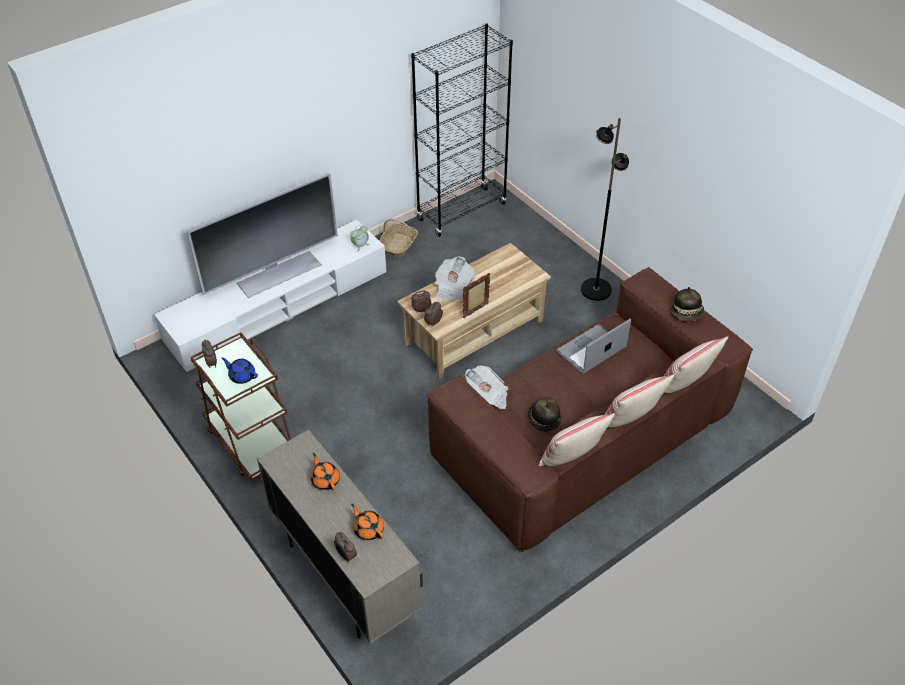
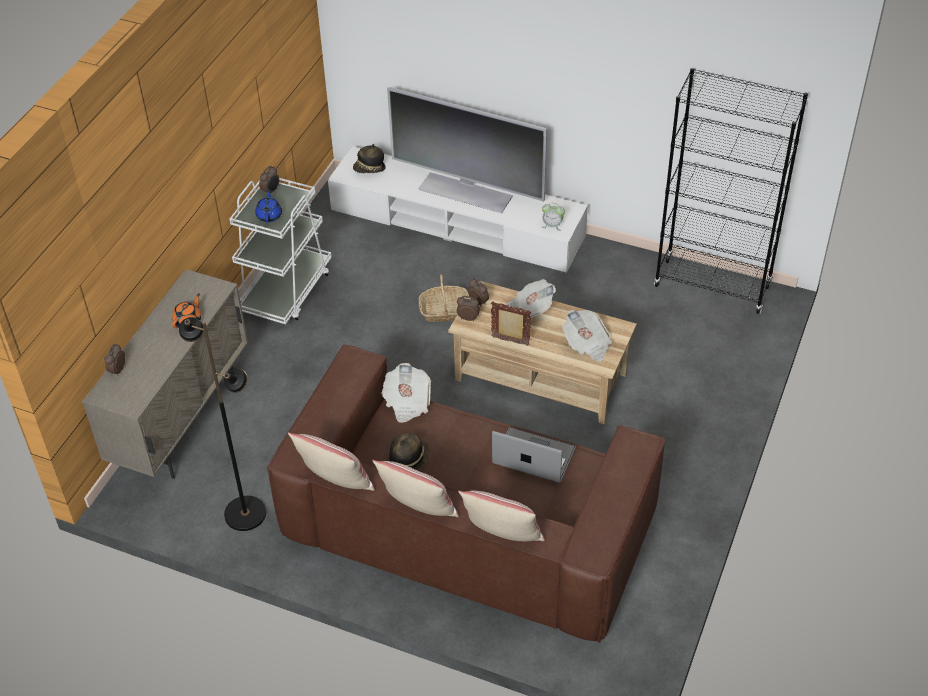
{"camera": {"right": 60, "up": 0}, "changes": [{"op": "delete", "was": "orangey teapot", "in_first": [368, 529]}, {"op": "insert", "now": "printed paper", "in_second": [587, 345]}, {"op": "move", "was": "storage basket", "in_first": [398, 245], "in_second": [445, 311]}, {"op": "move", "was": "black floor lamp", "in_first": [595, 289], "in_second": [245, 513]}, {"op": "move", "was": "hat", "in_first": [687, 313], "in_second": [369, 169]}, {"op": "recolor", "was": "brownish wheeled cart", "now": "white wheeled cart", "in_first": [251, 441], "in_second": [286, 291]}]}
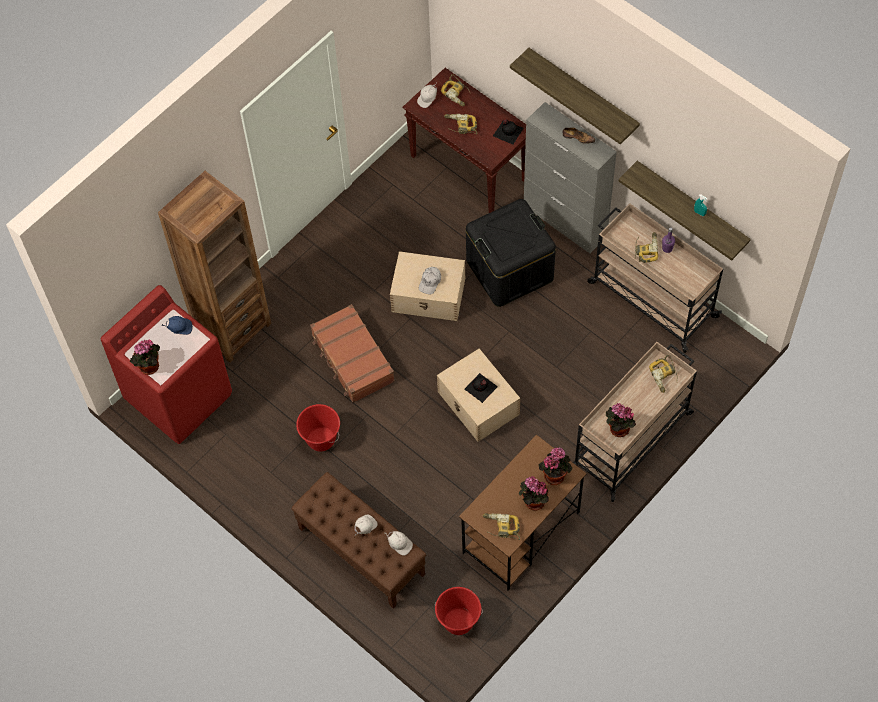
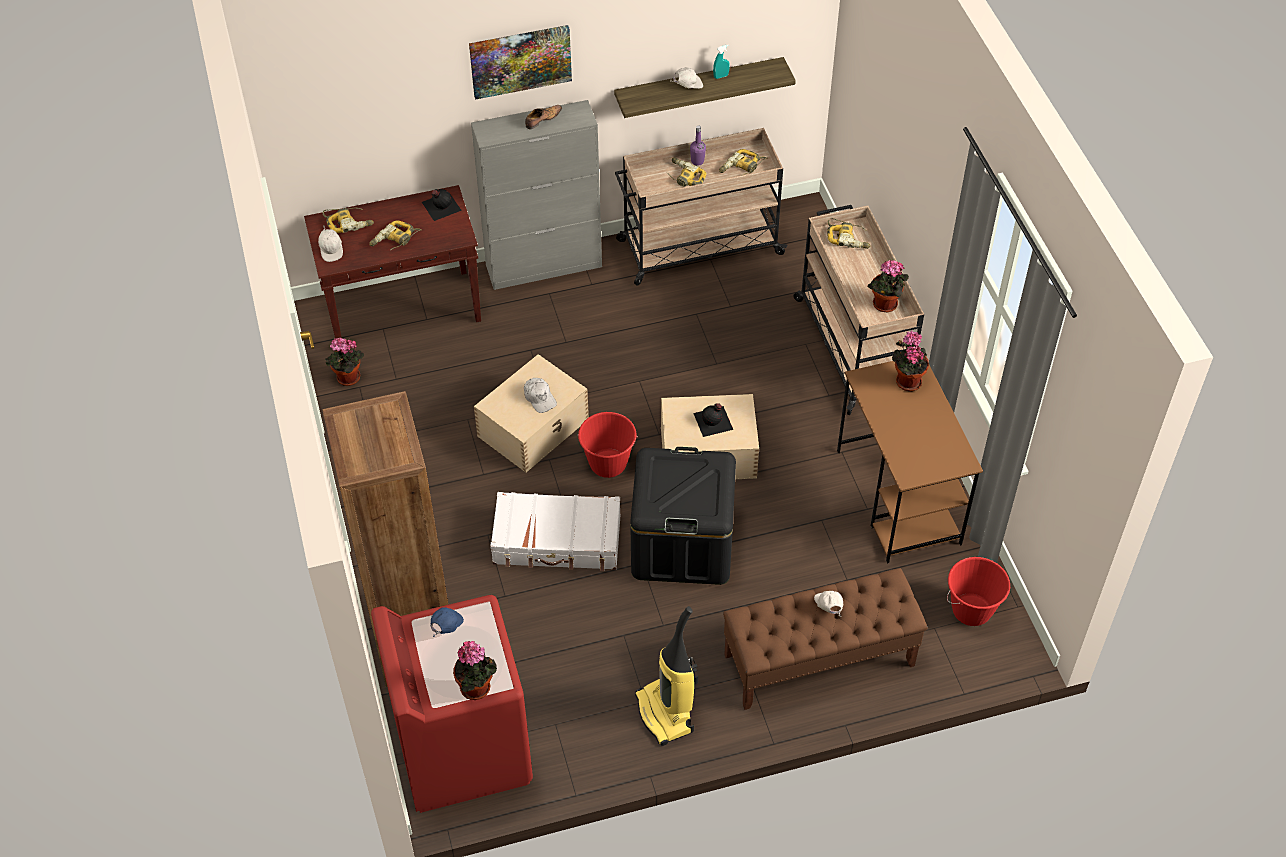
{"camera": {"right": -60, "up": -10}, "changes": [{"op": "insert", "now": "vacuum cleaner", "in_second": [666, 713]}, {"op": "move", "was": "red-coloured pail", "in_first": [321, 439], "in_second": [608, 464]}, {"op": "move", "was": "white baseball cap", "in_first": [399, 544], "in_second": [687, 85]}, {"op": "move", "was": "black storage box", "in_first": [509, 270], "in_second": [682, 543]}, {"op": "move", "was": "power drill", "in_first": [501, 528], "in_second": [742, 168]}, {"op": "move", "was": "plant in a pot", "in_first": [532, 502], "in_second": [347, 379]}, {"op": "replace", "was": "wall shelf", "now": "picture", "in_first": [582, 93], "in_second": [520, 60]}, {"op": "recolor", "was": "brownish suitcase", "now": "white suitcase", "in_first": [352, 359], "in_second": [557, 541]}]}
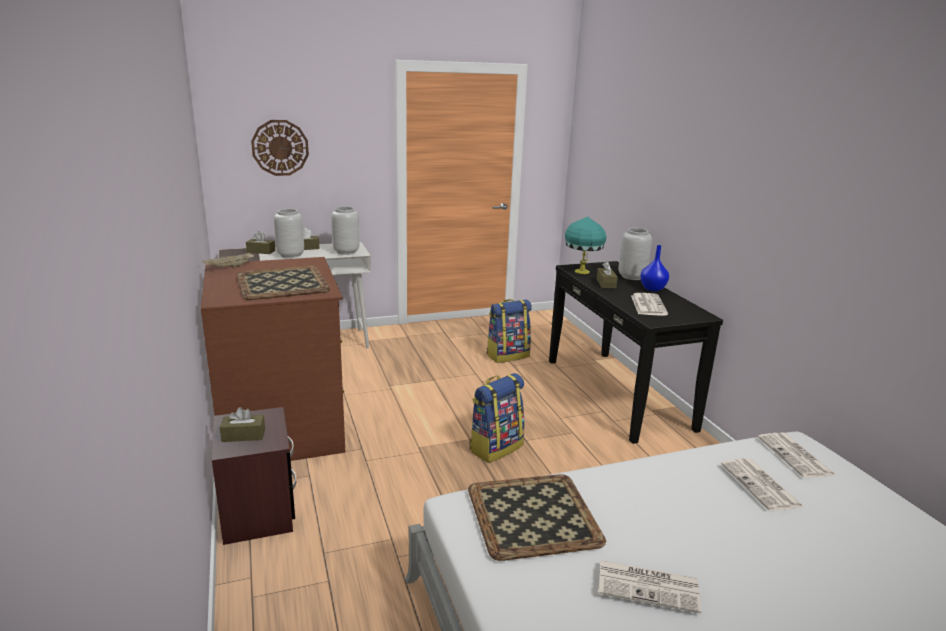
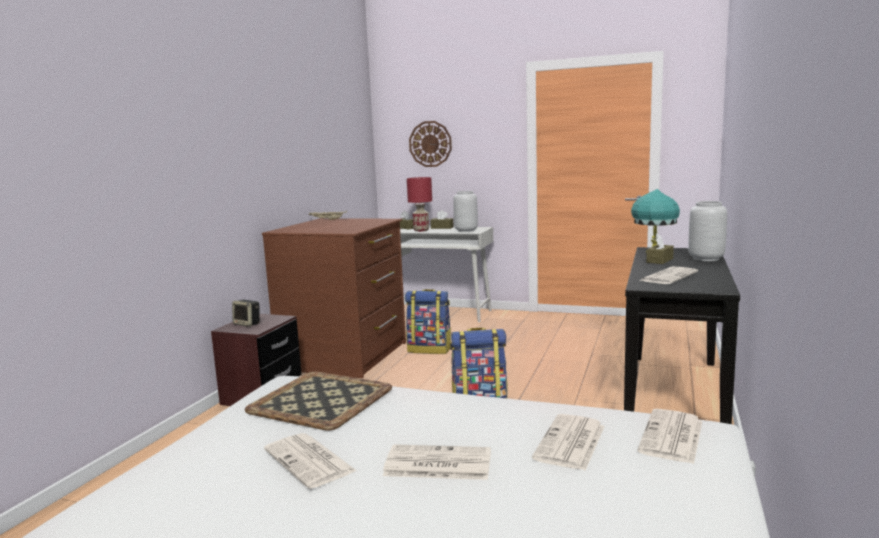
{"camera": {"right": 40, "up": -10}, "changes": [{"op": "delete", "was": "serving tray", "in_first": [281, 283]}, {"op": "delete", "was": "blue-coloured flower vase", "in_first": [652, 288]}, {"op": "insert", "now": "printed paper", "in_second": [436, 464]}, {"op": "move", "was": "backpack", "in_first": [507, 355], "in_second": [430, 349]}, {"op": "replace", "was": "brownish tissue box", "now": "loudspeaker", "in_first": [243, 435], "in_second": [247, 324]}, {"op": "replace", "was": "gray flower vase", "now": "red-coloured tabletop lamp", "in_first": [291, 255], "in_second": [421, 230]}]}
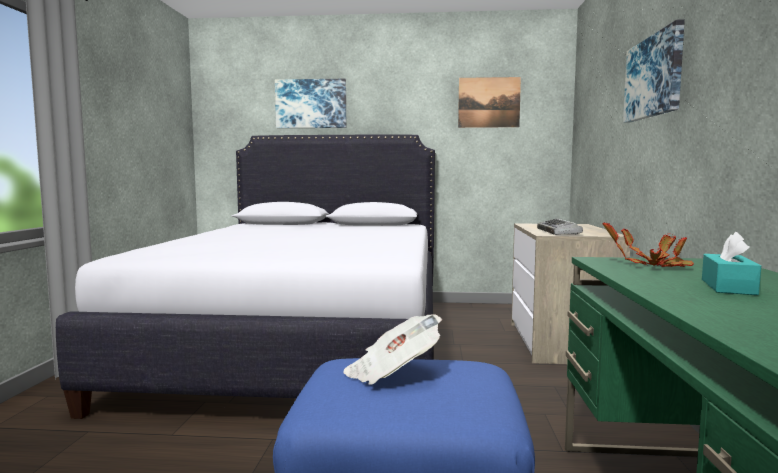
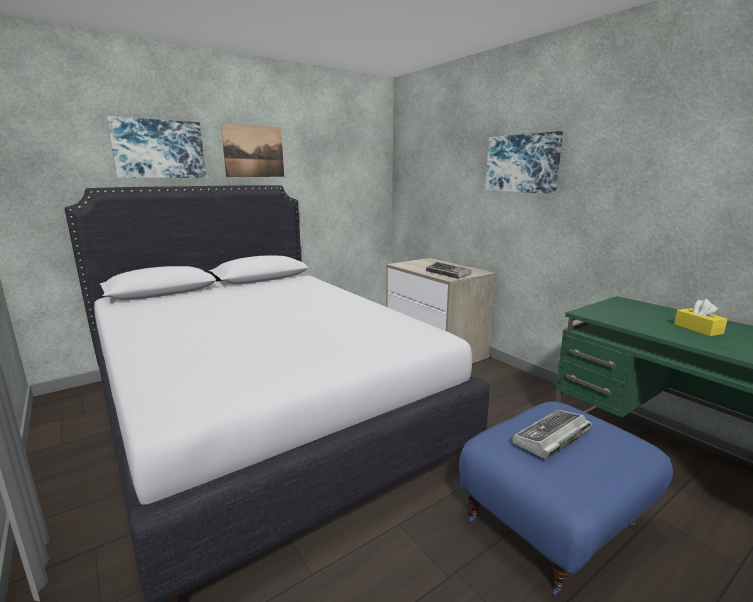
{"camera": {"right": -40, "up": 10}, "changes": [{"op": "delete", "was": "plant in a pot", "in_first": [653, 265]}, {"op": "move", "was": "picture", "in_first": [489, 102], "in_second": [254, 151]}, {"op": "replace", "was": "printed paper", "now": "keyboard", "in_first": [392, 373], "in_second": [551, 438]}, {"op": "recolor", "was": "turquoise tissue box", "now": "yellow tissue box", "in_first": [728, 287], "in_second": [698, 329]}]}
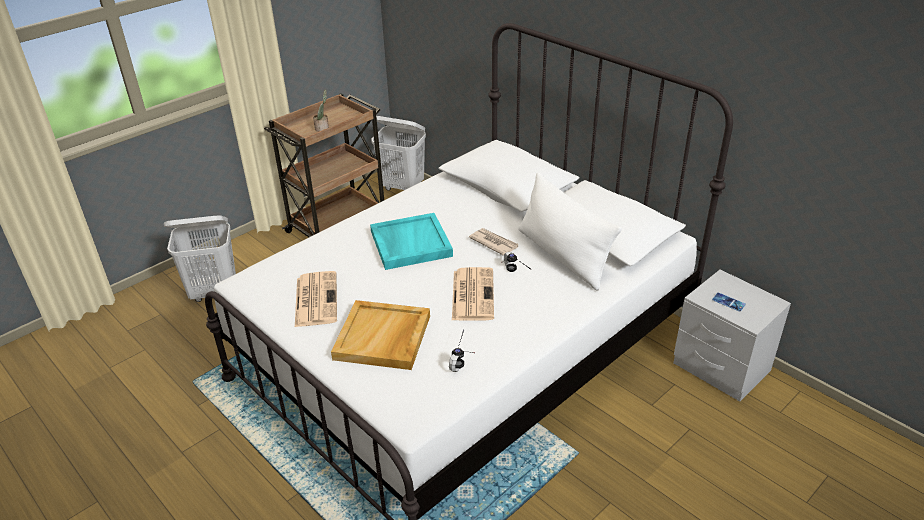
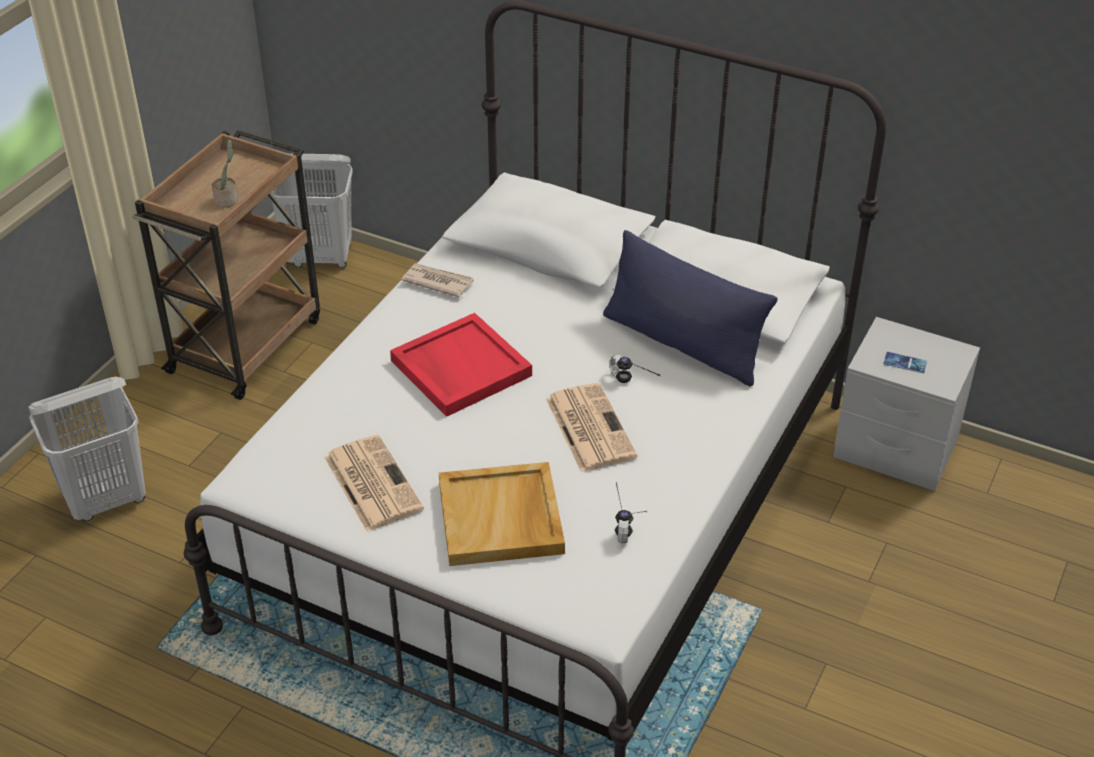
{"camera": {"right": -20, "up": 5}, "changes": [{"op": "move", "was": "printed paper", "in_first": [493, 243], "in_second": [437, 282]}, {"op": "recolor", "was": "turquoise serving tray", "now": "red-coloured serving tray", "in_first": [410, 243], "in_second": [459, 368]}, {"op": "recolor", "was": "white cushion", "now": "blue-coloured cushion", "in_first": [563, 256], "in_second": [682, 344]}]}
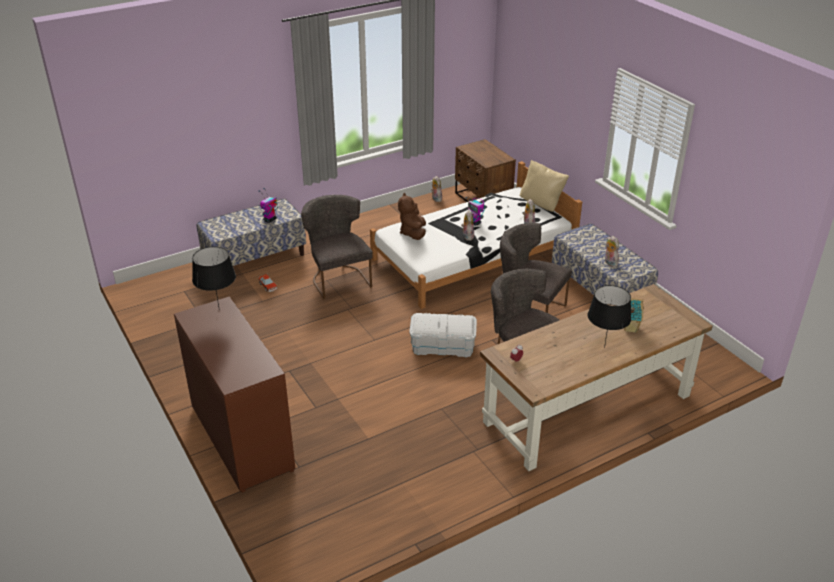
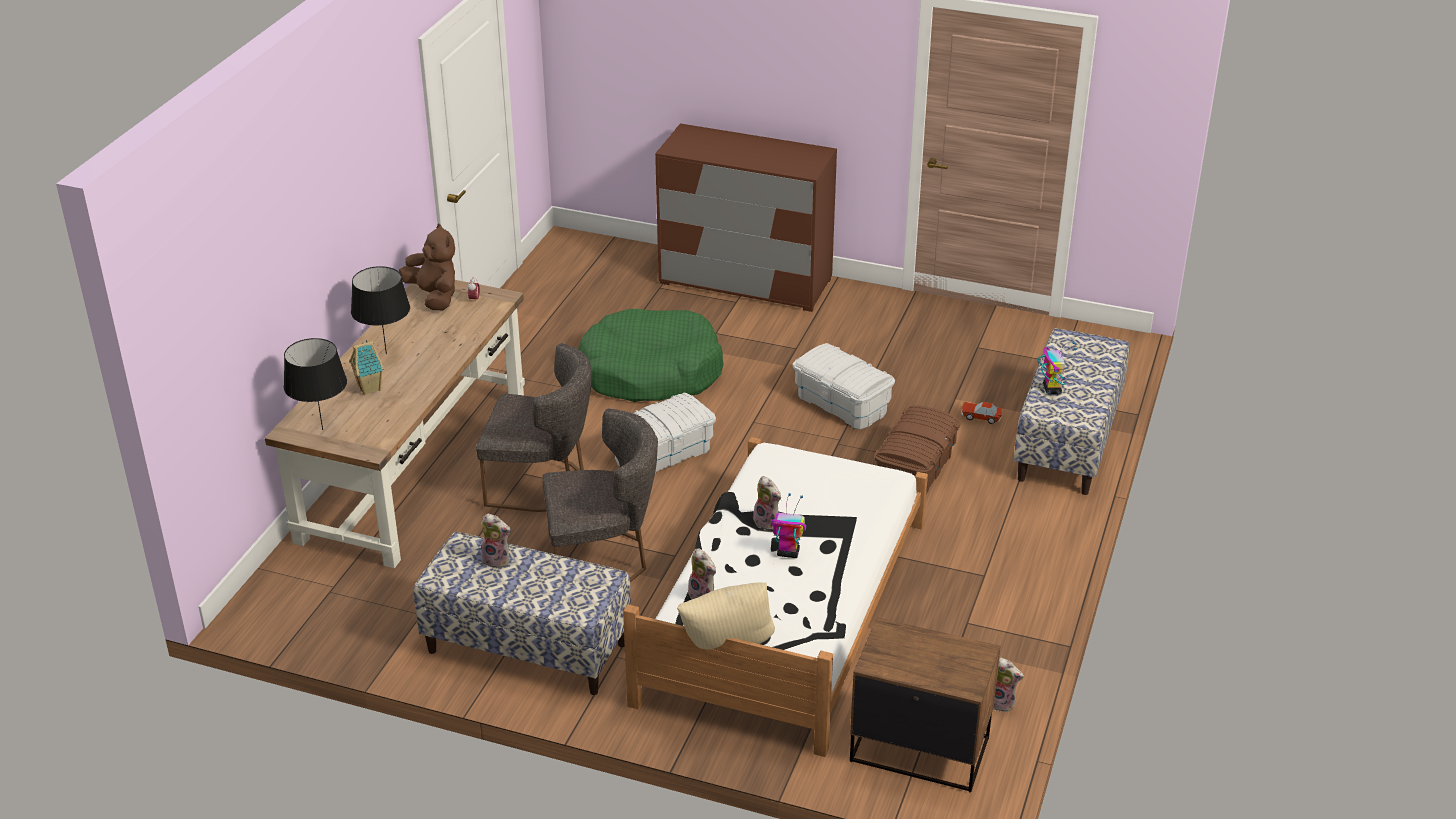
{"camera": {"right": 140, "up": 0}, "changes": [{"op": "insert", "now": "green-coloured dog bed", "in_second": [650, 372]}, {"op": "insert", "now": "white storage box", "in_second": [842, 404]}, {"op": "move", "was": "black tabletop lamp", "in_first": [219, 309], "in_second": [323, 429]}, {"op": "move", "was": "brownish plush toy", "in_first": [413, 233], "in_second": [434, 297]}, {"op": "replace", "was": "gray plain chair", "now": "brownish storage box", "in_first": [338, 279], "in_second": [915, 471]}]}
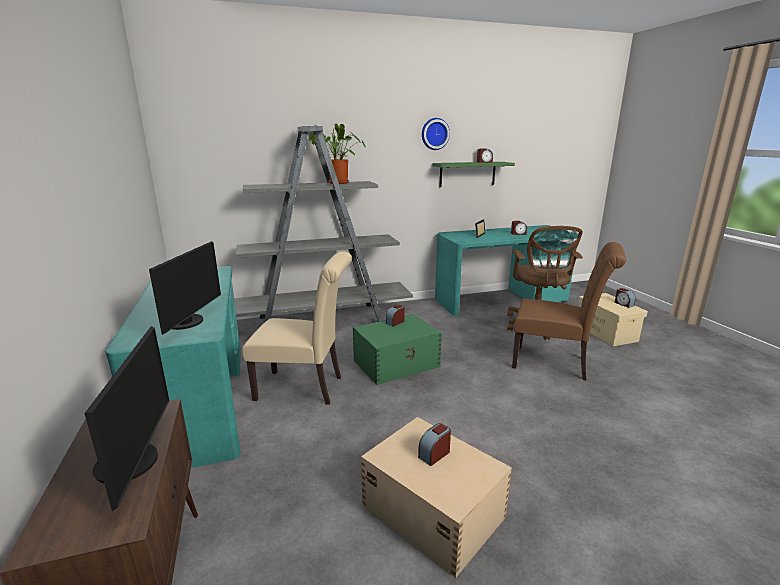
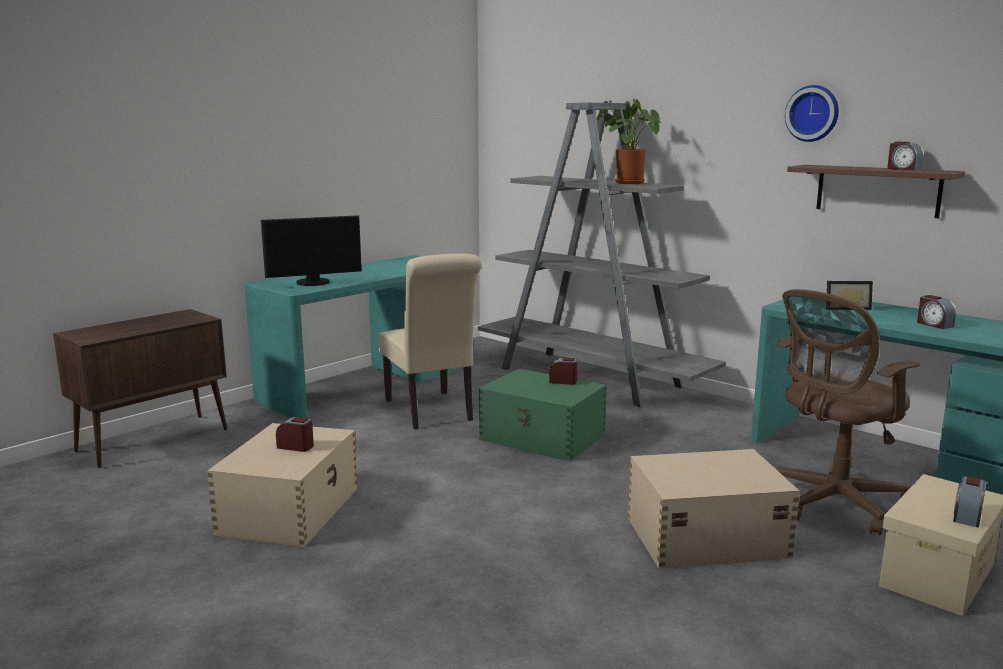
{"camera": {"right": 60, "up": -5}, "changes": [{"op": "delete", "was": "monitor", "in_first": [134, 462]}, {"op": "replace", "was": "brownish plain chair", "now": "beige-coloured storage box", "in_first": [555, 364], "in_second": [704, 537]}, {"op": "recolor", "was": "green-coloured wall shelf", "now": "brownish wall shelf", "in_first": [467, 174], "in_second": [877, 190]}]}
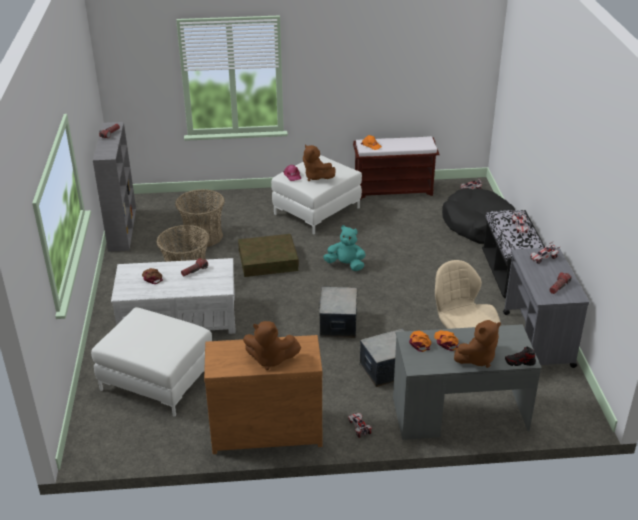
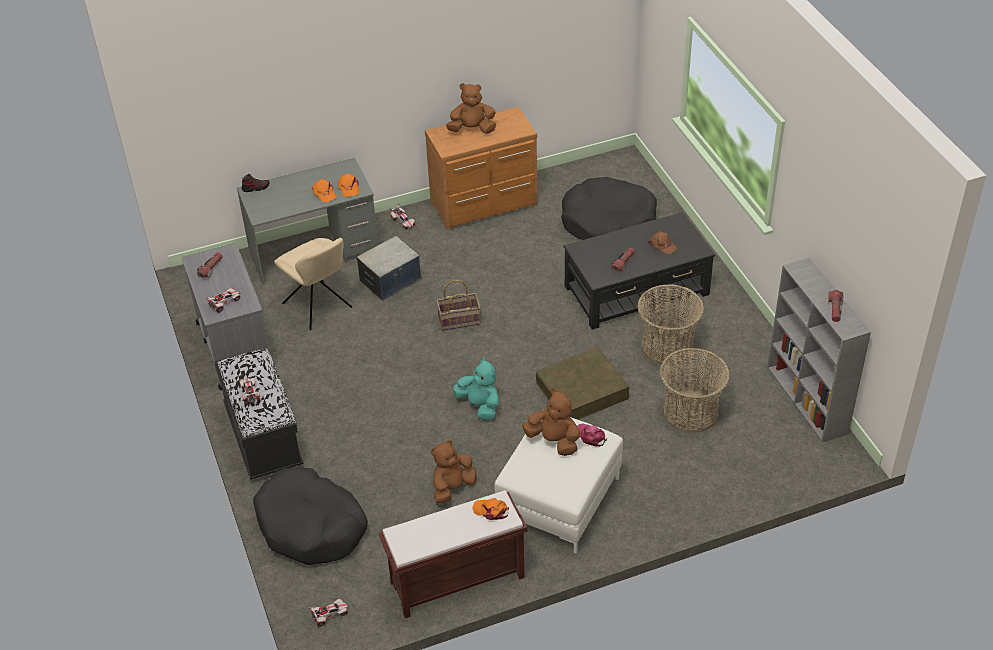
{"camera": {"right": 165, "up": 10}, "changes": [{"op": "move", "was": "brownish plush toy", "in_first": [477, 358], "in_second": [452, 487]}, {"op": "replace", "was": "white pouffe", "now": "black dog bed", "in_first": [157, 380], "in_second": [609, 223]}, {"op": "replace", "was": "storage box", "now": "storage basket", "in_first": [338, 324], "in_second": [459, 320]}, {"op": "recolor", "was": "white lounge table", "now": "black lounge table", "in_first": [178, 317], "in_second": [637, 290]}, {"op": "rotate", "was": "turquoise plush toy", "in_first": [345, 265], "in_second": [480, 405], "clockwise": -135}]}
